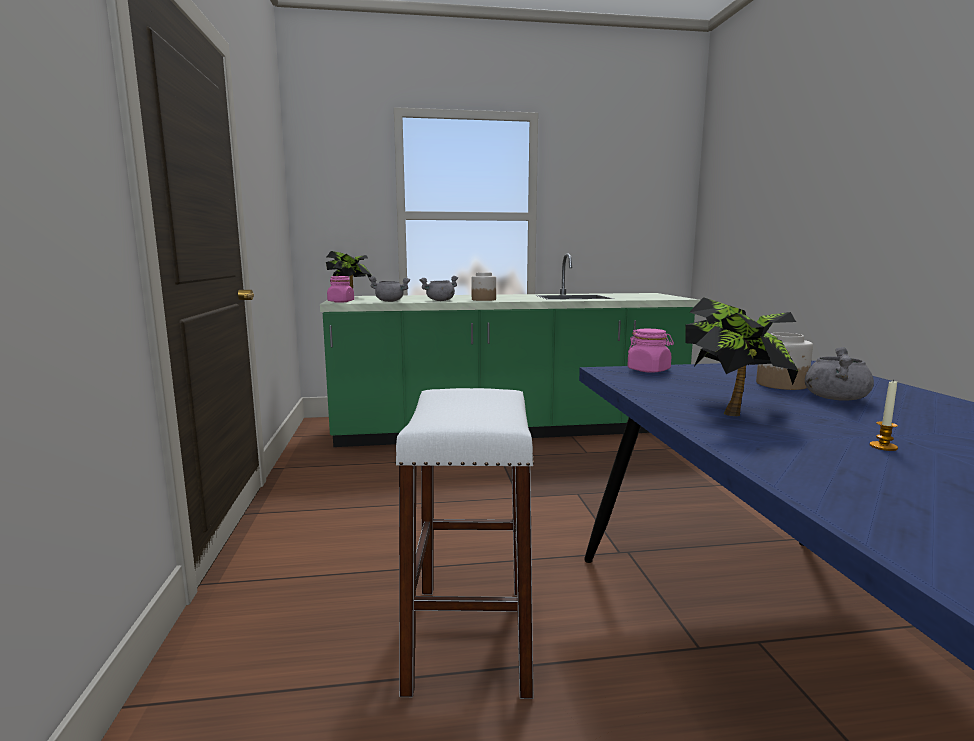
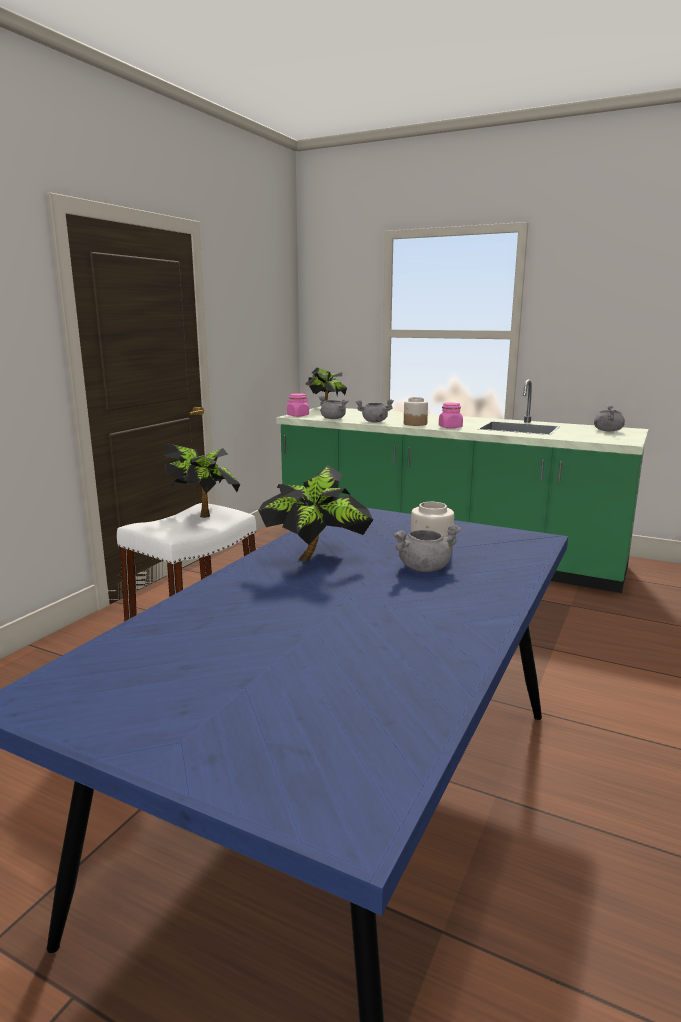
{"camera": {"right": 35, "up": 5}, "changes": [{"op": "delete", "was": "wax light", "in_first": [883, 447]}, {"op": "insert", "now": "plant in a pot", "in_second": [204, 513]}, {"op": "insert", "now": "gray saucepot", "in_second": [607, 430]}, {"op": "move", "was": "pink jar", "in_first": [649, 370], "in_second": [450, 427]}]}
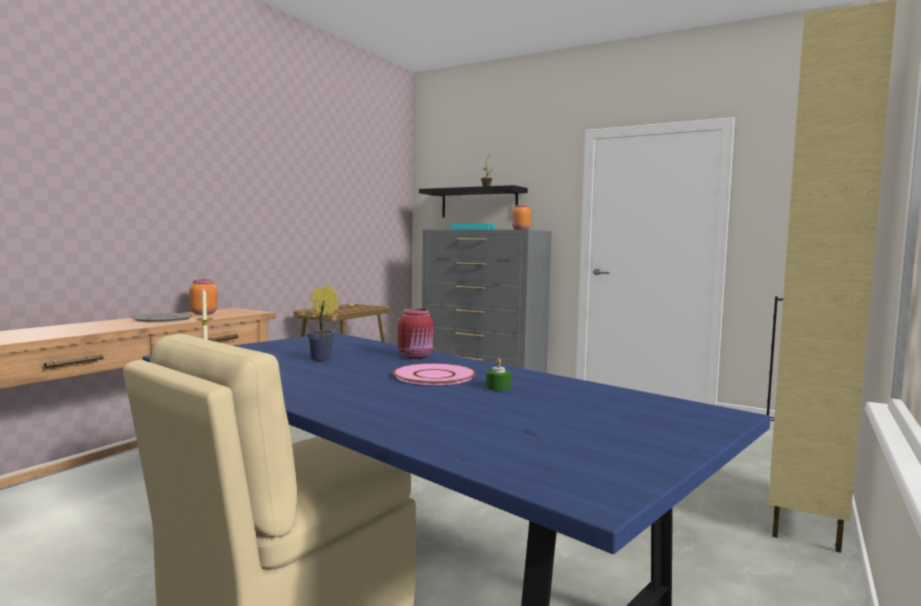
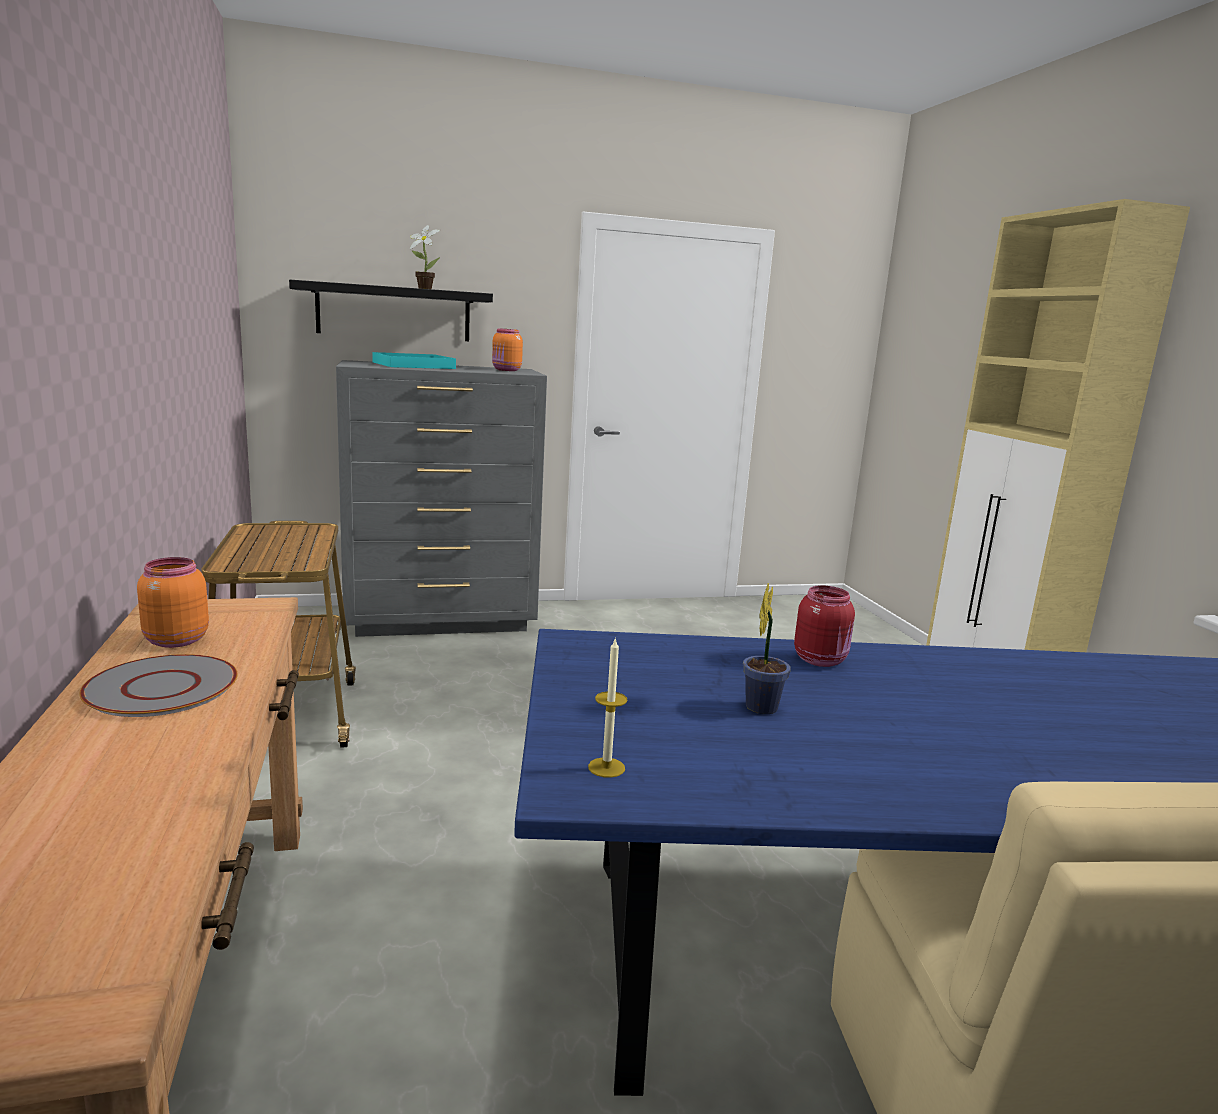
{"camera": {"right": -45, "up": 10}, "changes": [{"op": "delete", "was": "pink dinner plate", "in_first": [434, 376]}, {"op": "delete", "was": "green-coloured wax light", "in_first": [498, 387]}]}
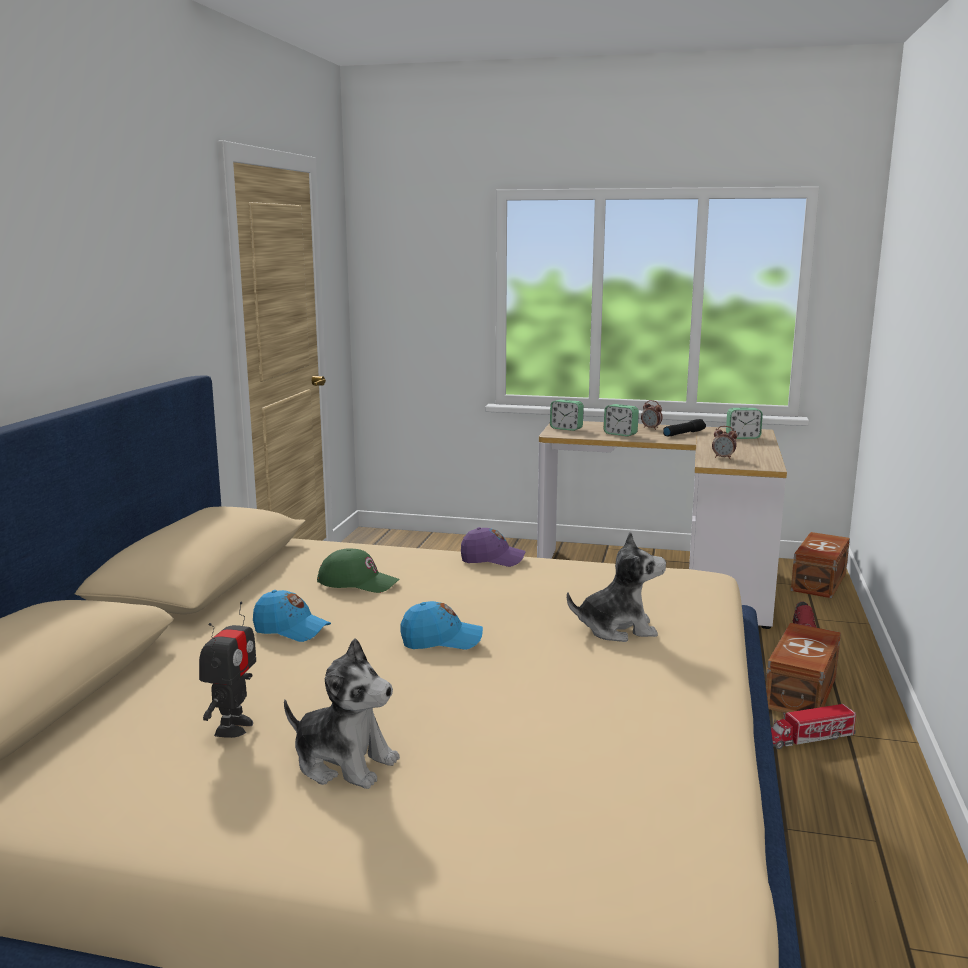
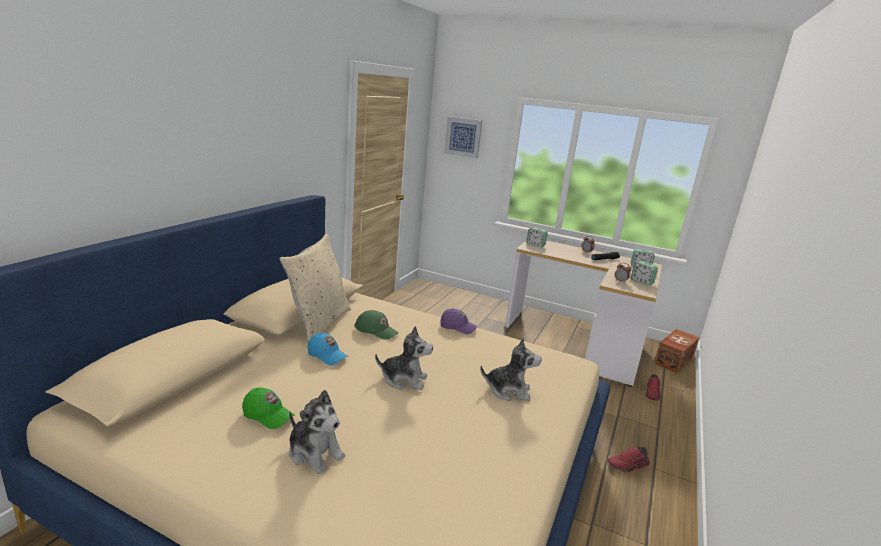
{"camera": {"right": 10, "up": 5}, "changes": [{"op": "delete", "was": "brownish storage box", "in_first": [803, 691]}, {"op": "insert", "now": "beige-coloured cushion", "in_second": [318, 323]}, {"op": "insert", "now": "picture", "in_second": [463, 137]}, {"op": "move", "was": "table clock", "in_first": [620, 434], "in_second": [642, 282]}, {"op": "replace", "was": "model robot", "now": "green-coloured baseball cap", "in_first": [233, 727], "in_second": [268, 415]}, {"op": "replace", "was": "blue-coloured baseball cap", "now": "plush toy", "in_first": [441, 640], "in_second": [404, 379]}, {"op": "replace", "was": "model truck", "now": "red-coloured shoe", "in_first": [808, 738], "in_second": [628, 465]}]}
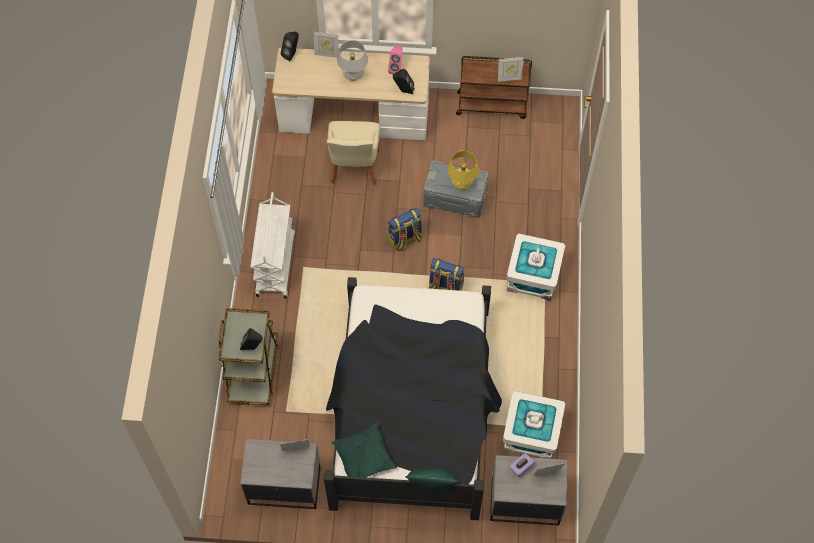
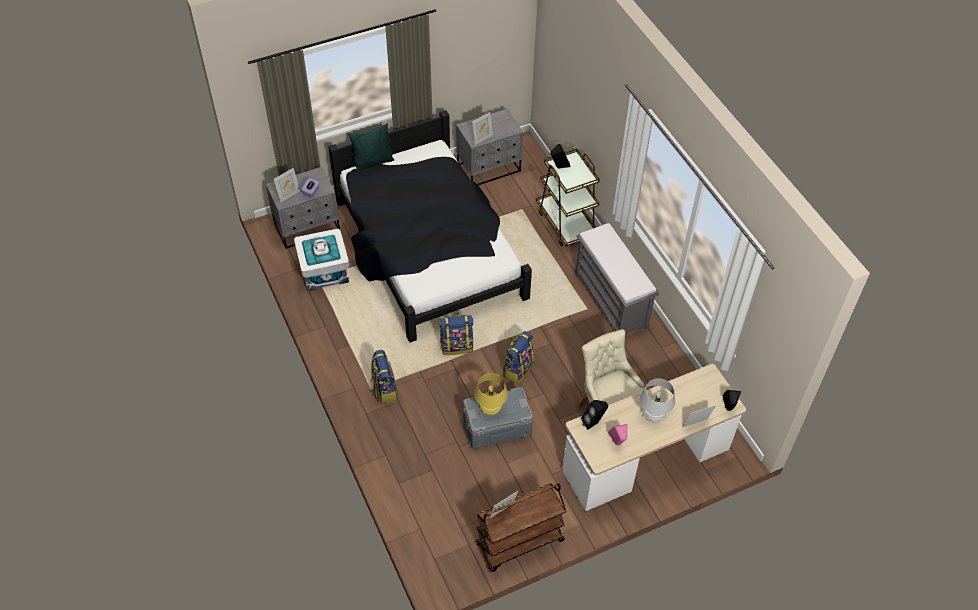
{"camera": {"right": 150, "up": -10}, "changes": [{"op": "delete", "was": "green-coloured cushion", "in_first": [364, 457]}, {"op": "replace", "was": "white wheeled cart", "now": "gray indoor bench", "in_first": [275, 264], "in_second": [611, 301]}, {"op": "replace", "was": "white storage box", "now": "backpack", "in_first": [533, 277], "in_second": [384, 389]}]}
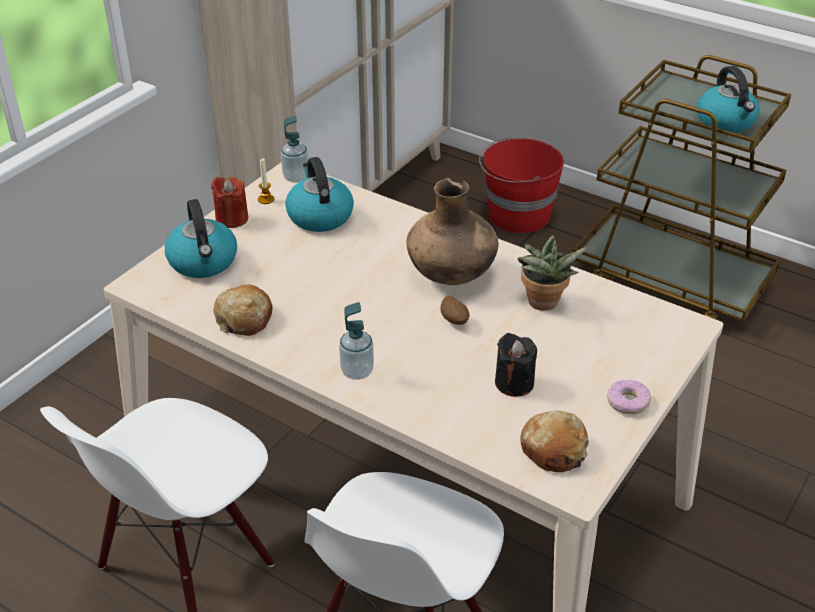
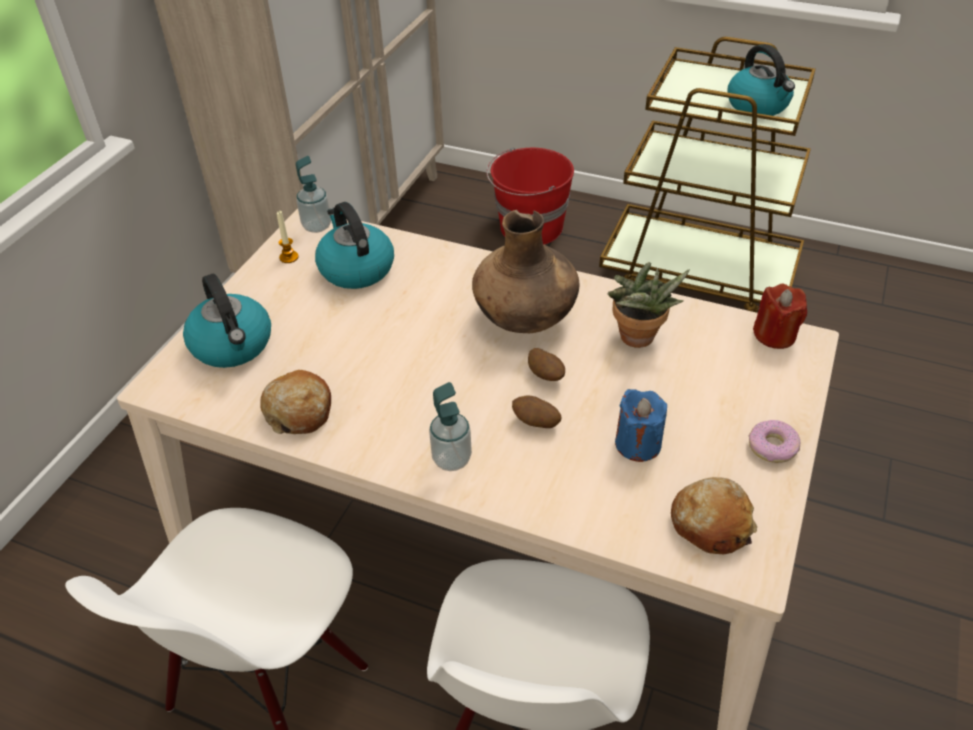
{"camera": {"right": -10, "up": 5}, "changes": [{"op": "insert", "now": "spud", "in_second": [535, 423]}, {"op": "move", "was": "red-coloured wax light", "in_first": [232, 219], "in_second": [774, 335]}, {"op": "recolor", "was": "black wax light", "now": "blue-coloured wax light", "in_first": [514, 383], "in_second": [638, 444]}]}
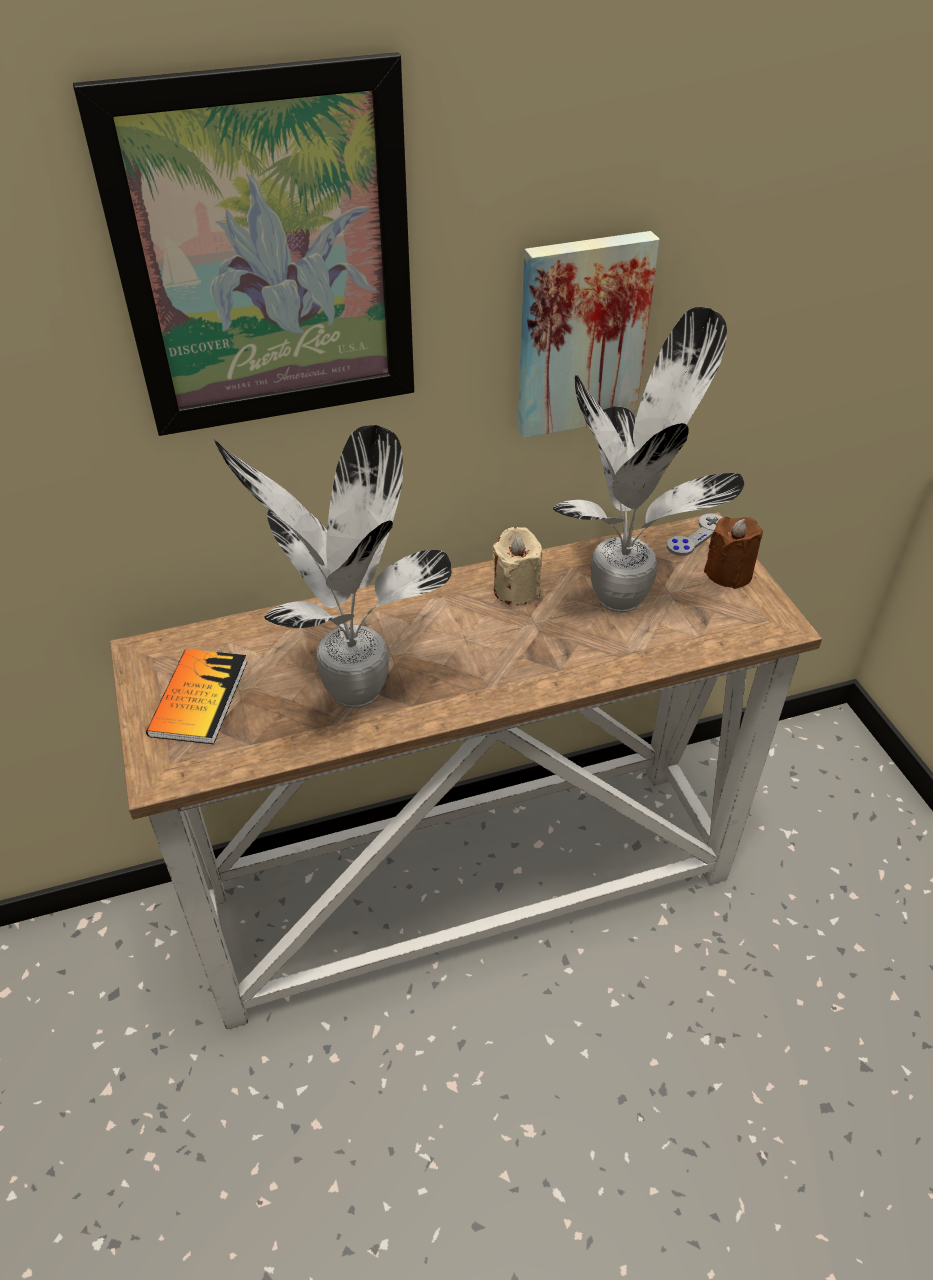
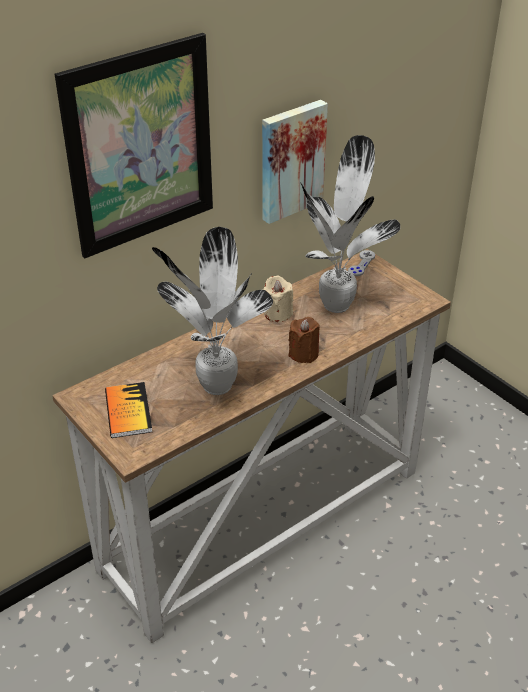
{"camera": {"right": -20, "up": -5}, "changes": [{"op": "move", "was": "brownish wax light", "in_first": [729, 573], "in_second": [303, 354]}]}
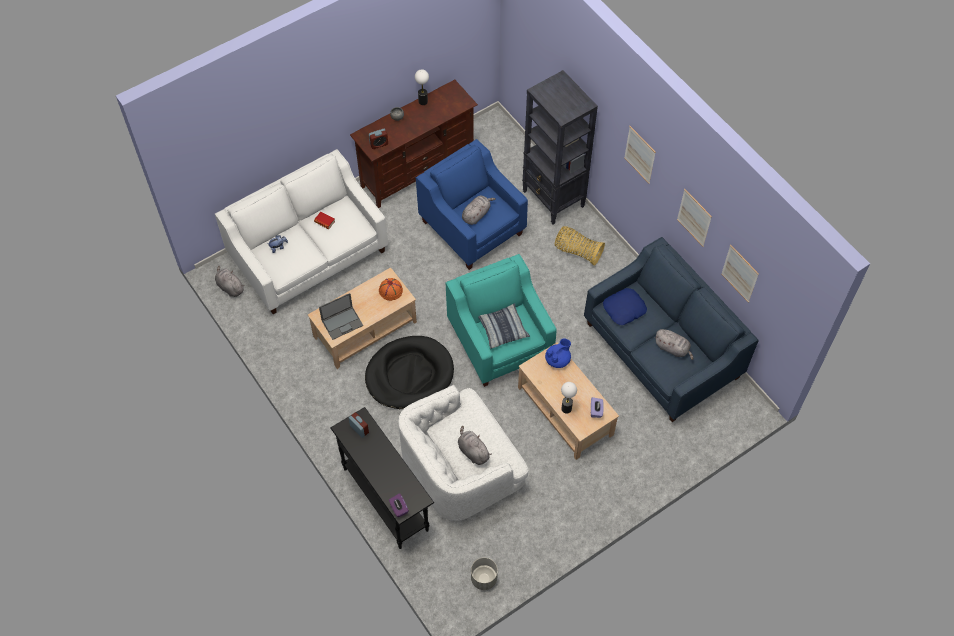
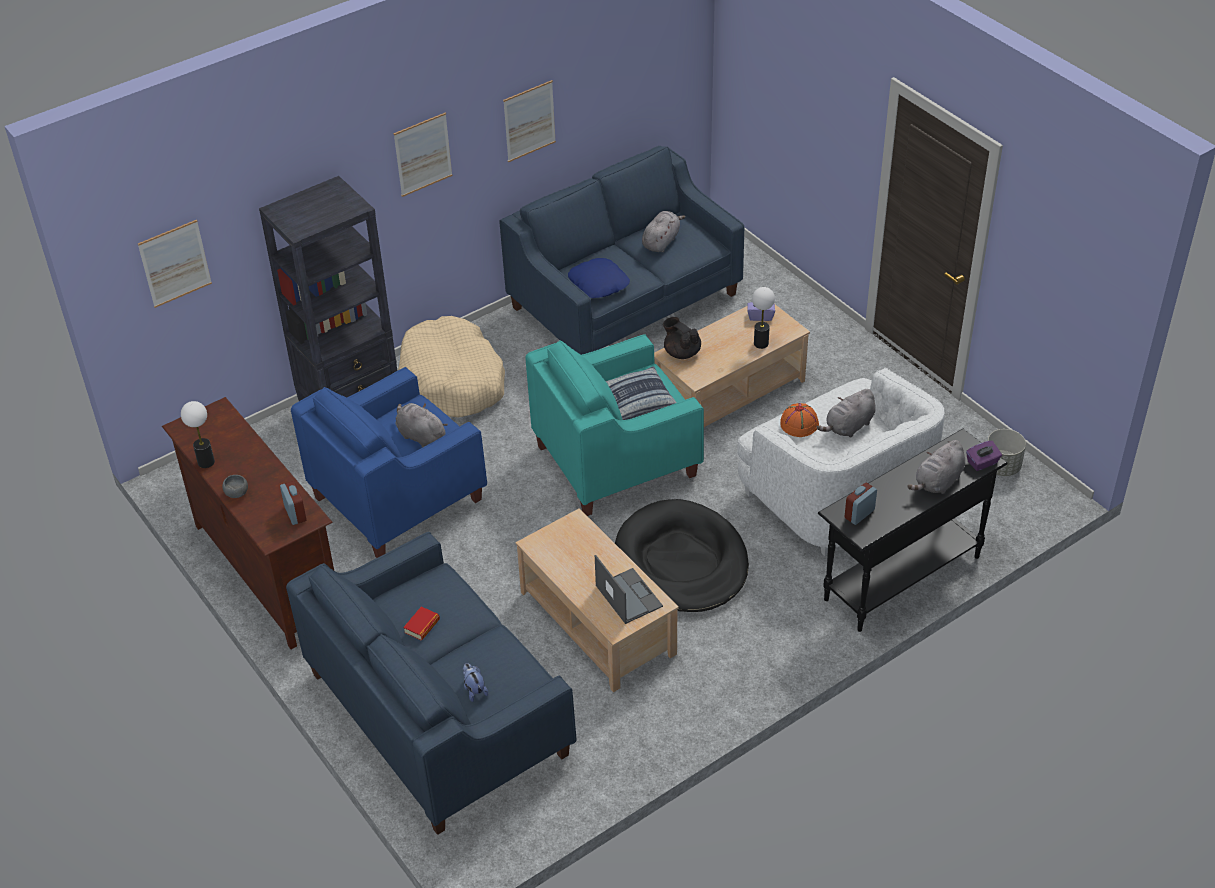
{"camera": {"right": -90, "up": -15}, "changes": [{"op": "move", "was": "gray plush toy", "in_first": [230, 287], "in_second": [938, 482]}, {"op": "move", "was": "orangey hat", "in_first": [391, 290], "in_second": [799, 423]}, {"op": "move", "was": "picture", "in_first": [739, 273], "in_second": [175, 263]}, {"op": "replace", "was": "storage basket", "now": "beige-coloured dog bed", "in_first": [577, 251], "in_second": [453, 381]}, {"op": "recolor", "was": "white settee", "now": "blue-coloured settee", "in_first": [308, 254], "in_second": [438, 714]}, {"op": "recolor", "was": "blue-coloured teapot", "now": "black teapot", "in_first": [558, 360], "in_second": [681, 352]}]}
